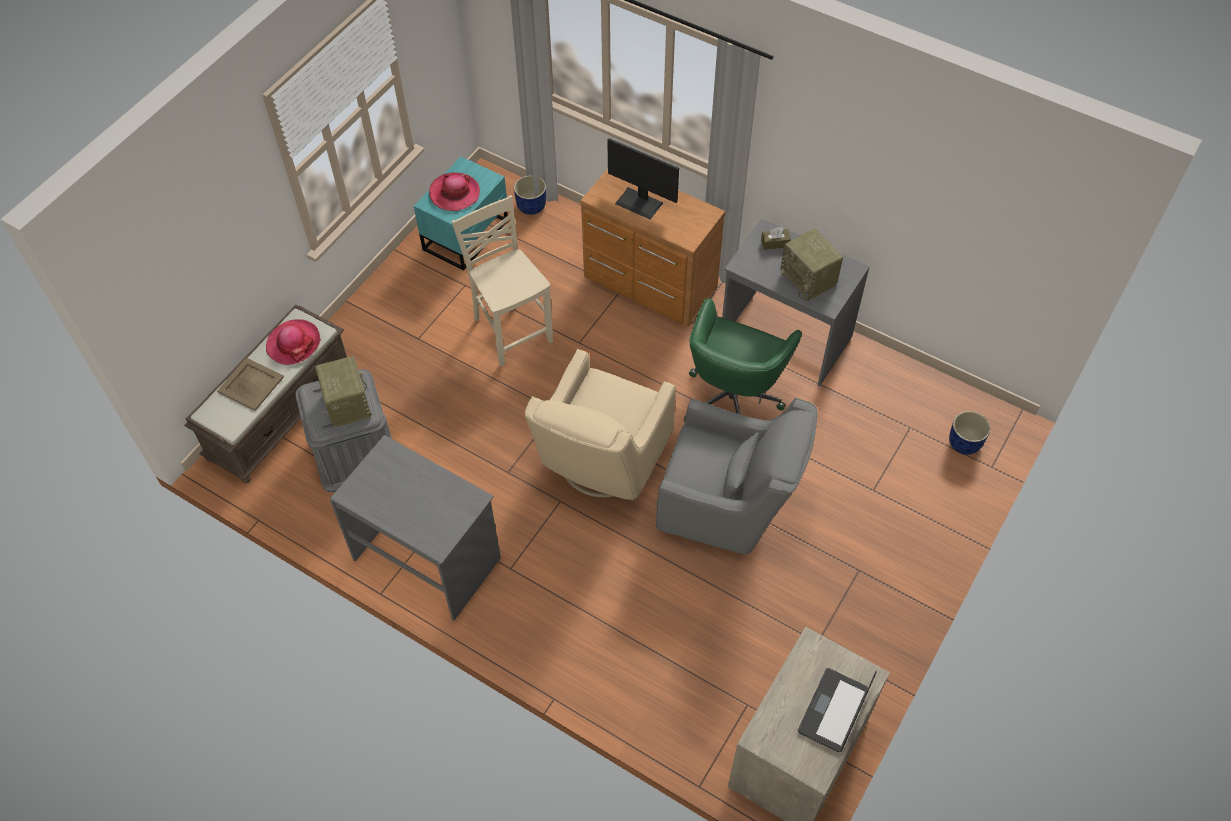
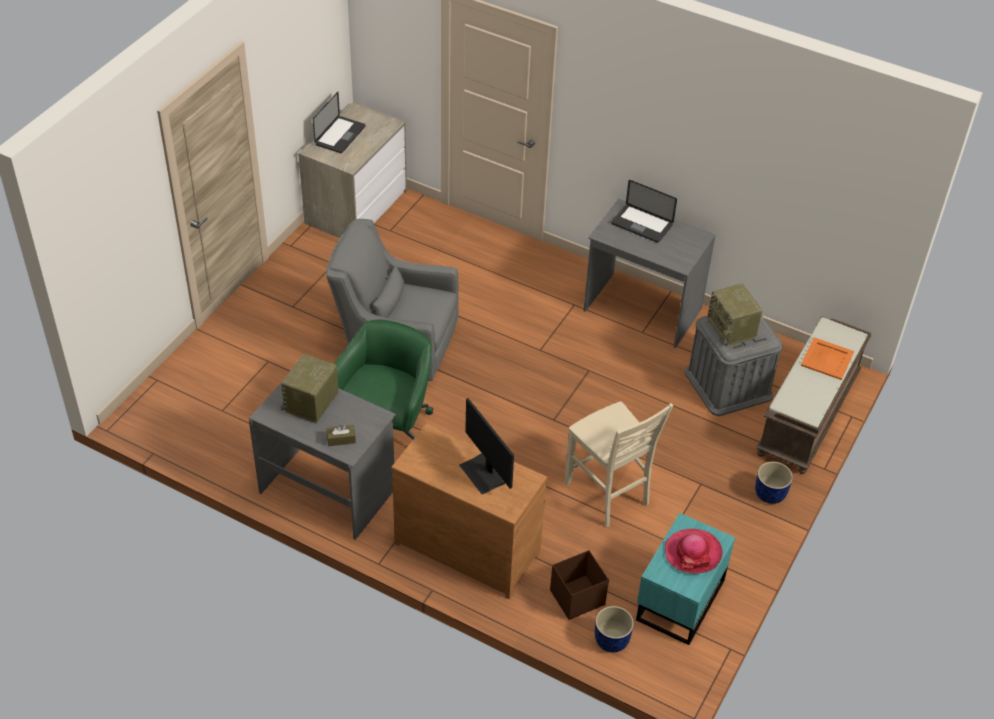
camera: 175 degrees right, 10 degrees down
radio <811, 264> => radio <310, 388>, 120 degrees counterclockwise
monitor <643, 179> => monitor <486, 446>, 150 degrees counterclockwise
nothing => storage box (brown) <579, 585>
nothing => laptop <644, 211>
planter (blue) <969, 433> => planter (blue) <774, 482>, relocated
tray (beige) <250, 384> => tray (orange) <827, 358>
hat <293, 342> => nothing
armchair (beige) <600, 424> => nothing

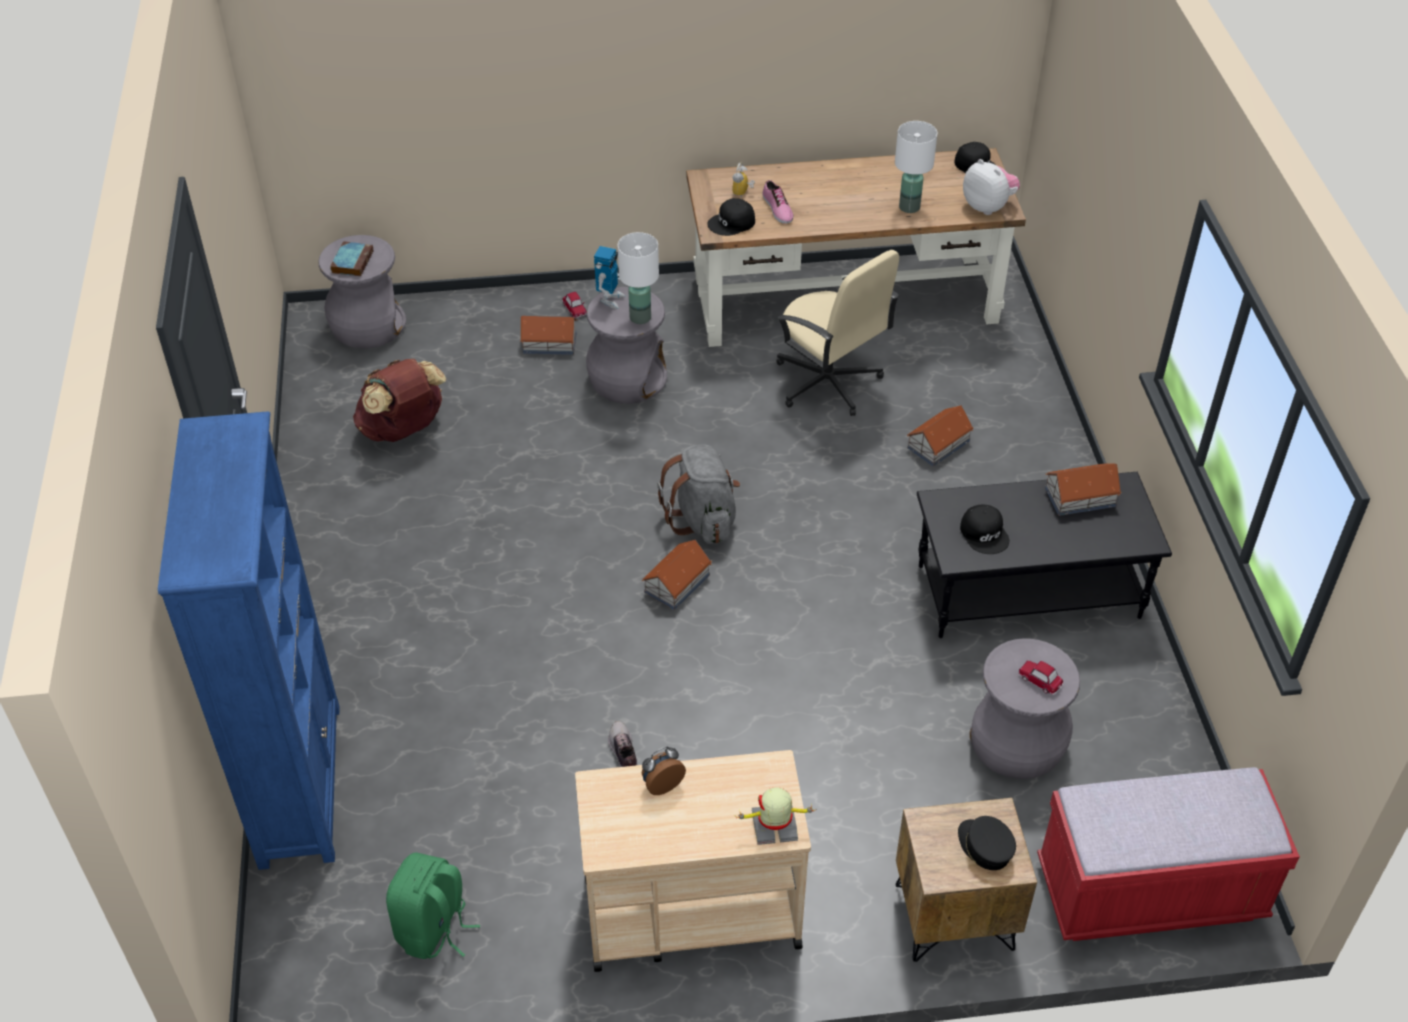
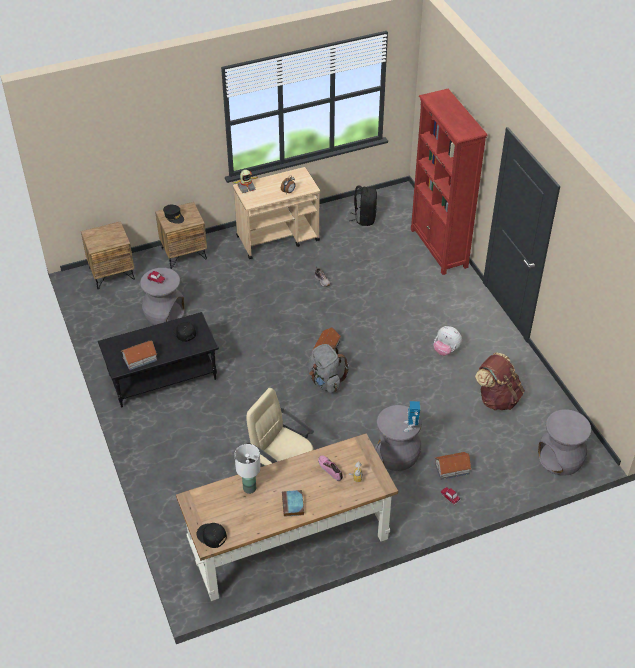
camera: 165 degrees right, 0 degrees up
bench (red) <1168, 854> => nightstand (brown) <108, 255>
book <351, 258> => book <293, 503>, relocated
backpack (green) <433, 905> => backpack (black) <363, 205>
bookcase (blue) <249, 641> => bookcase (red) <449, 182>
plush toy <991, 187> => plush toy <447, 341>, relocated
table lamp (white) <638, 278> => nothing
cap (black) <731, 217> => nothing
toy house <940, 435> => nothing

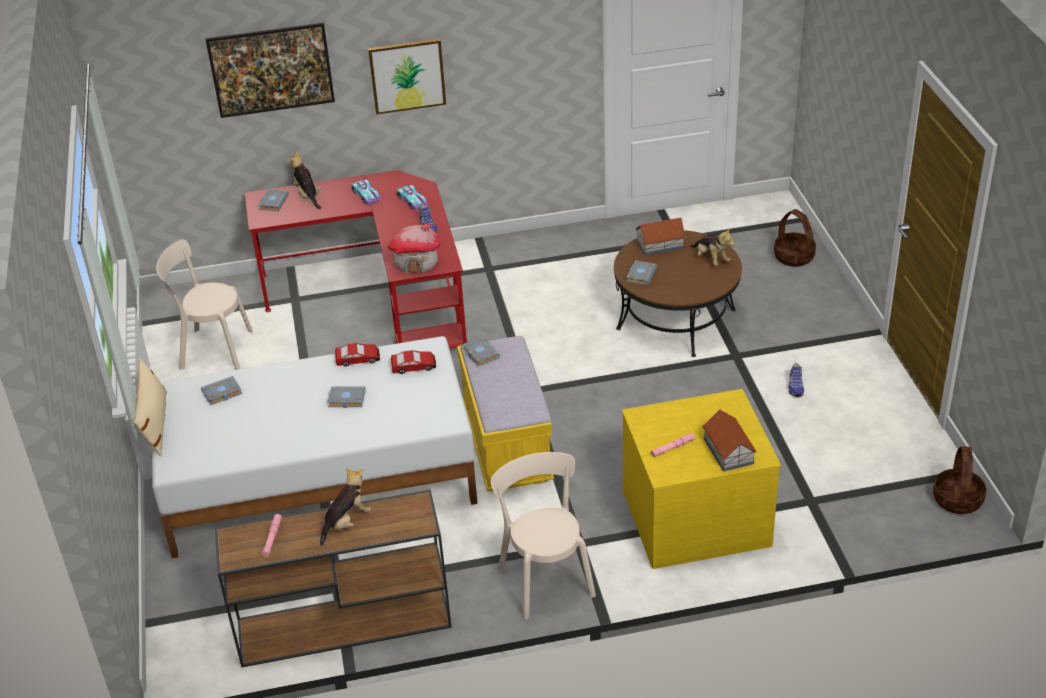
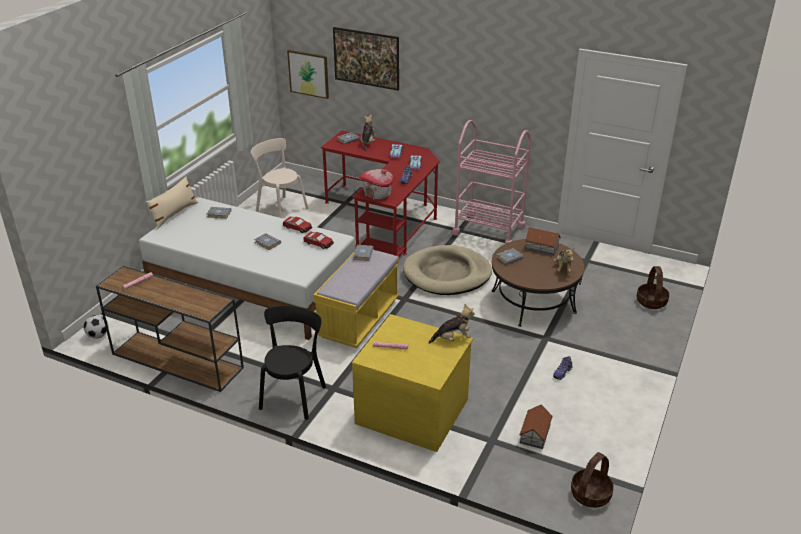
camera: 35 degrees right, 5 degrees down
nothing => football <96, 327>
chair (beige) <543, 535> => chair (black) <292, 363>
picture <407, 76> => picture <308, 74>, relocated
nothing => dog bed (beige) <447, 270>
plush toy <345, 507> => plush toy <451, 324>, relocated
nothing => cart (pink) <491, 182>
toy house <730, 441> => toy house <536, 426>, relocated

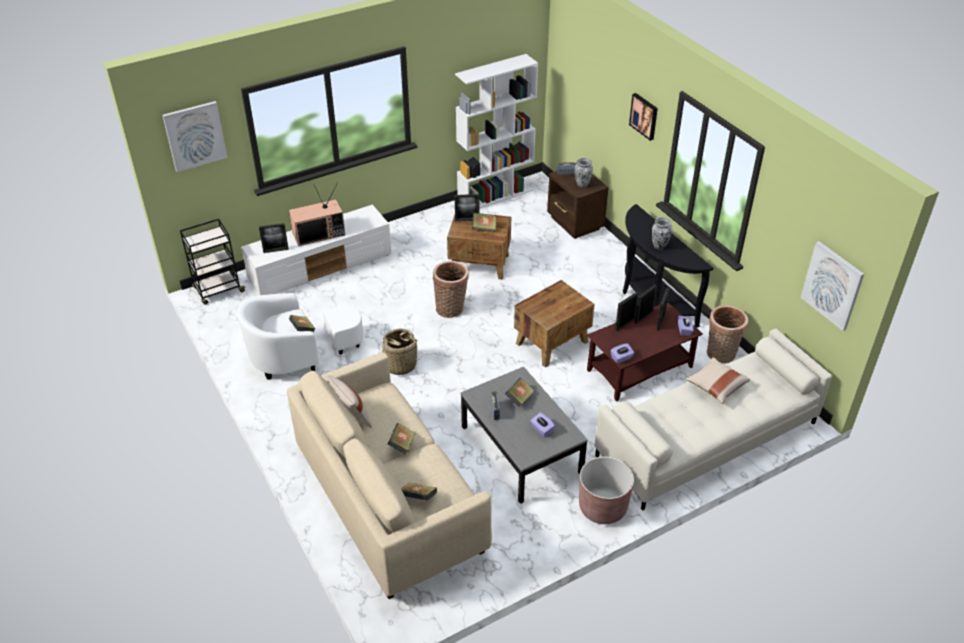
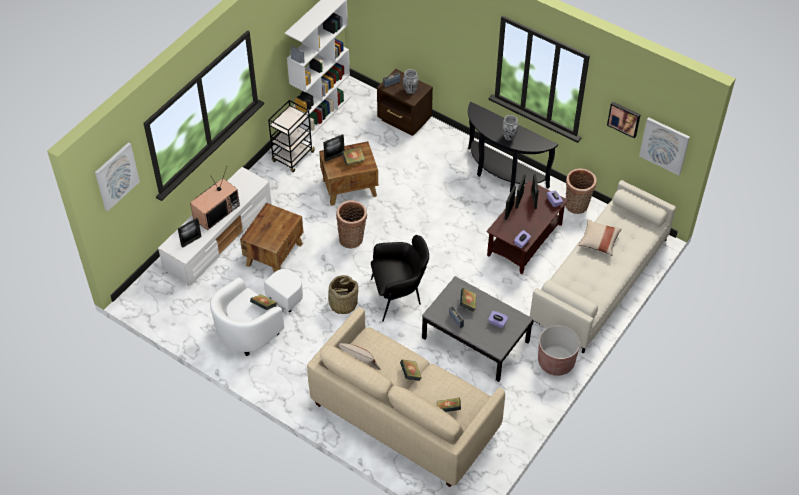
camera: 25 degrees left, 10 degrees up
side table (brown) <554, 324> => side table (brown) <271, 238>, relocated
cart (black) <213, 262> => cart (black) <292, 136>, relocated
nothing => armchair (black) <400, 278>
picture <643, 117> => picture <624, 120>, relocated

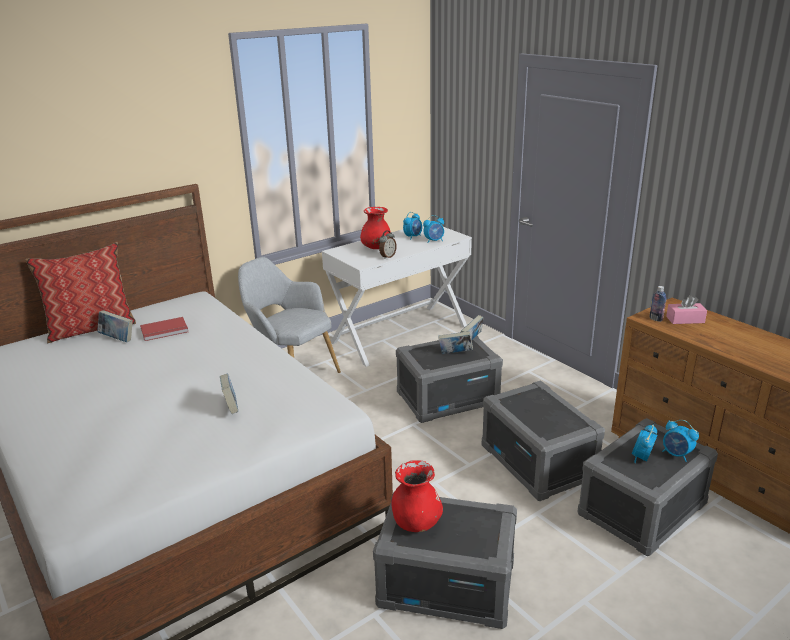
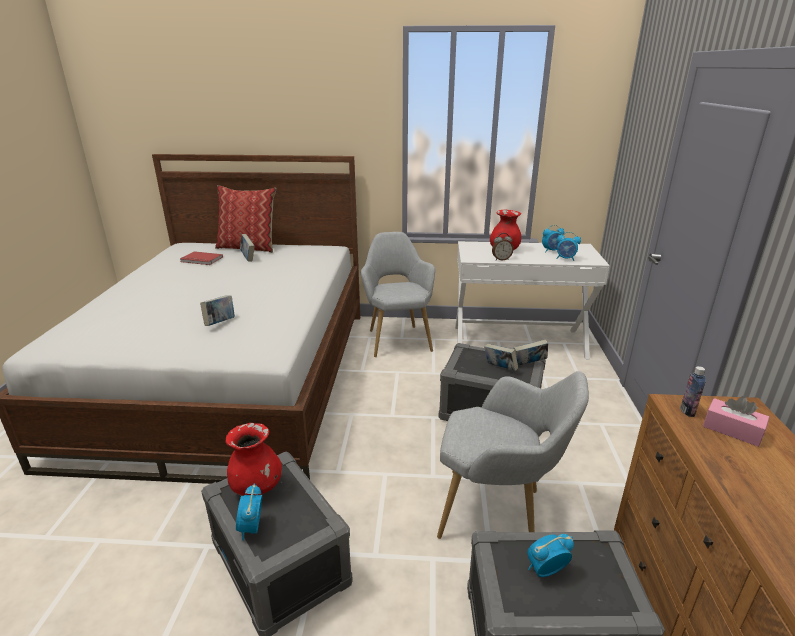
camera: 40 degrees right, 0 degrees up
book (red) <164, 329> => book (red) <201, 258>, relocated
alarm clock <680, 441> => alarm clock <249, 512>, relocated
storage box (grey) <543, 440> => armchair (grey) <513, 455>

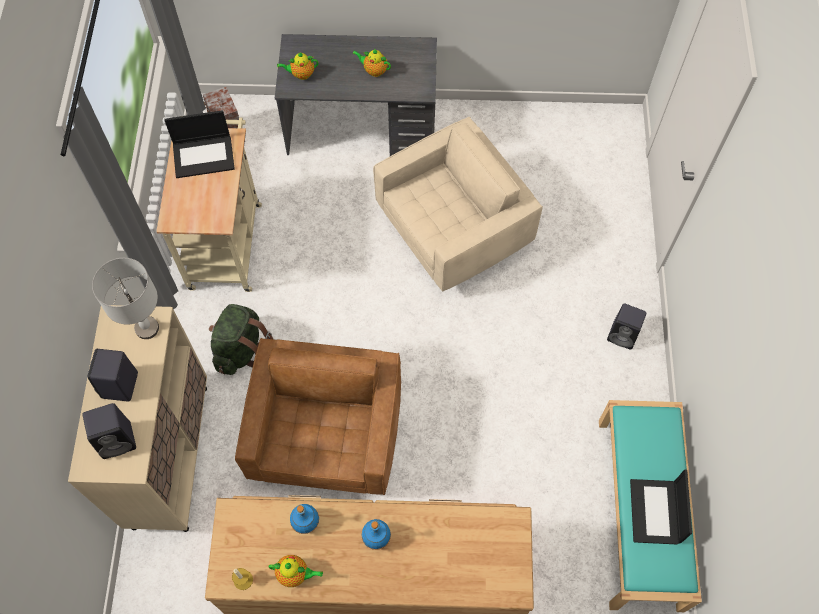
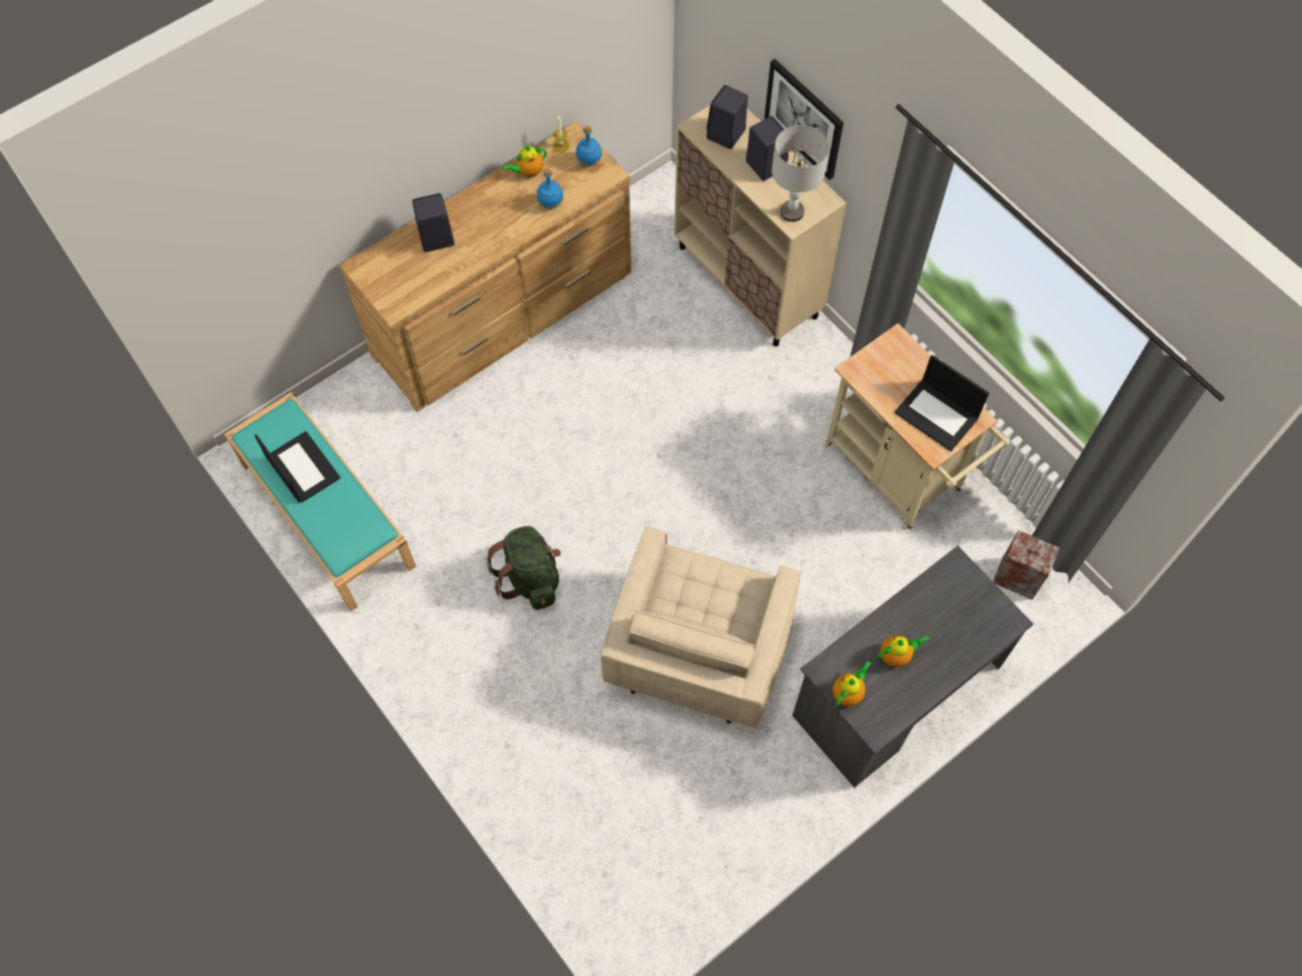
camera: 140 degrees right, 0 degrees up
speaker (black) <627, 326> => speaker (black) <433, 222>, relocated
backpack (green) <241, 339> => backpack (green) <523, 568>, relocated
bottle (blue) <376, 534> => bottle (blue) <589, 146>, relocated
nothing => picture <804, 119>
teapot <297, 66> => teapot <852, 683>, relocated
laptop <199, 144> => laptop <941, 403>, 90 degrees counterclockwise
armchair (brown) <318, 416> => nothing

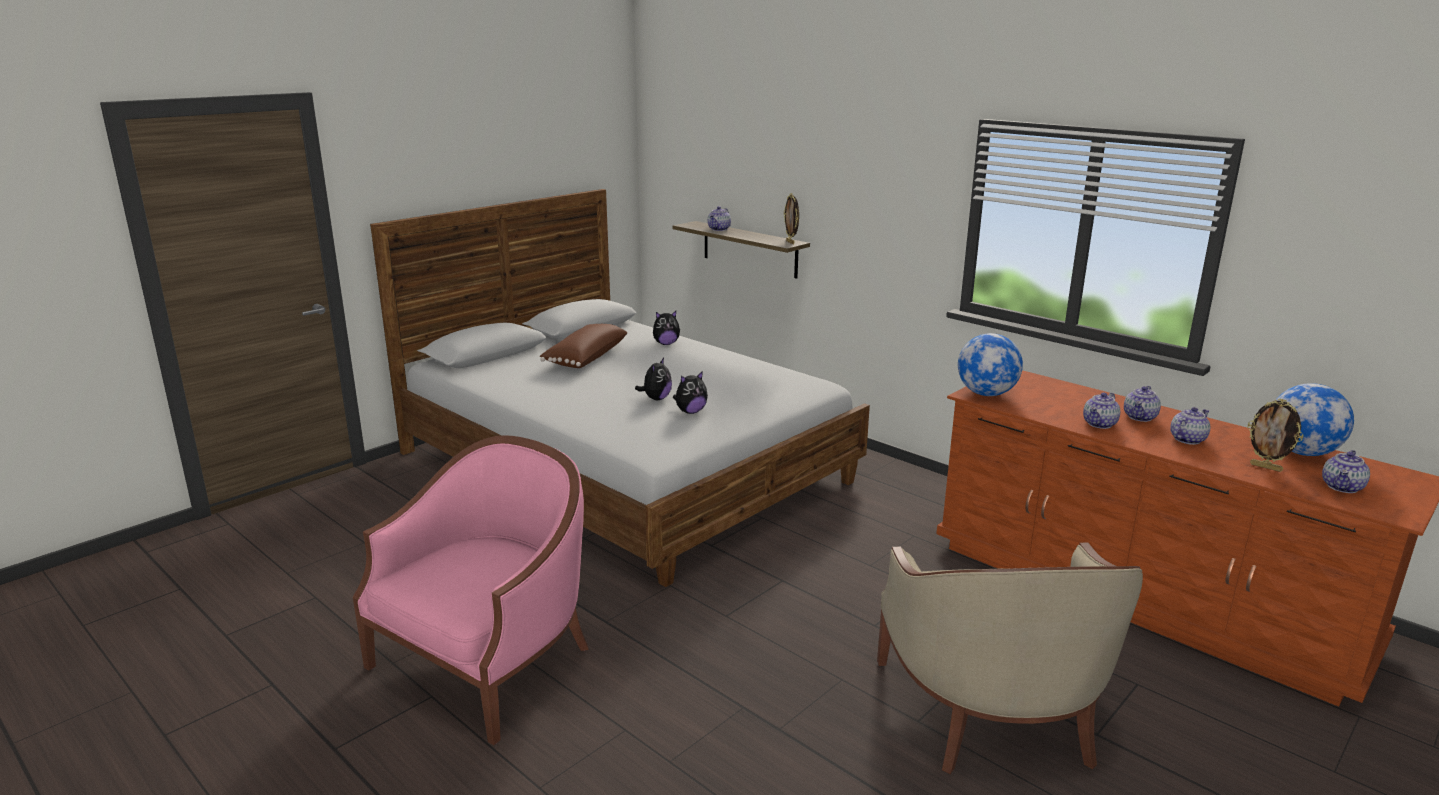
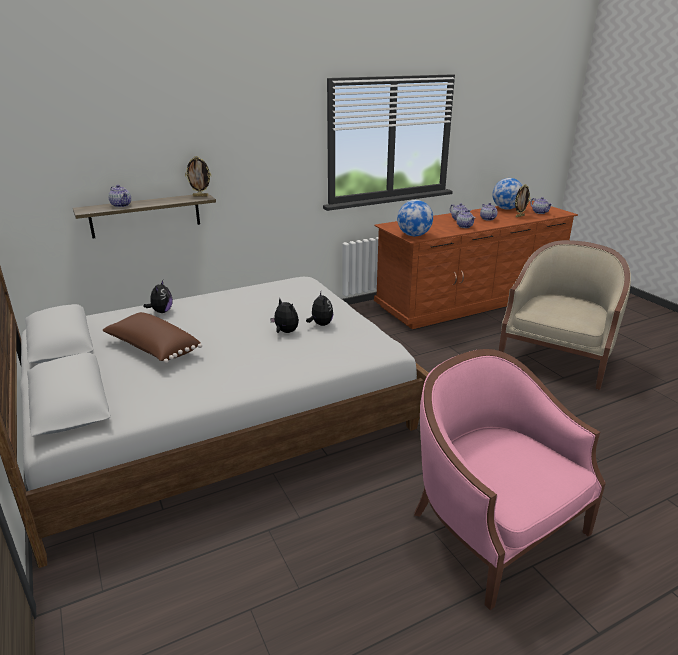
camera: 70 degrees left, 5 degrees up
armchair (beige) <1010, 658> => armchair (beige) <565, 315>, 75 degrees counterclockwise

